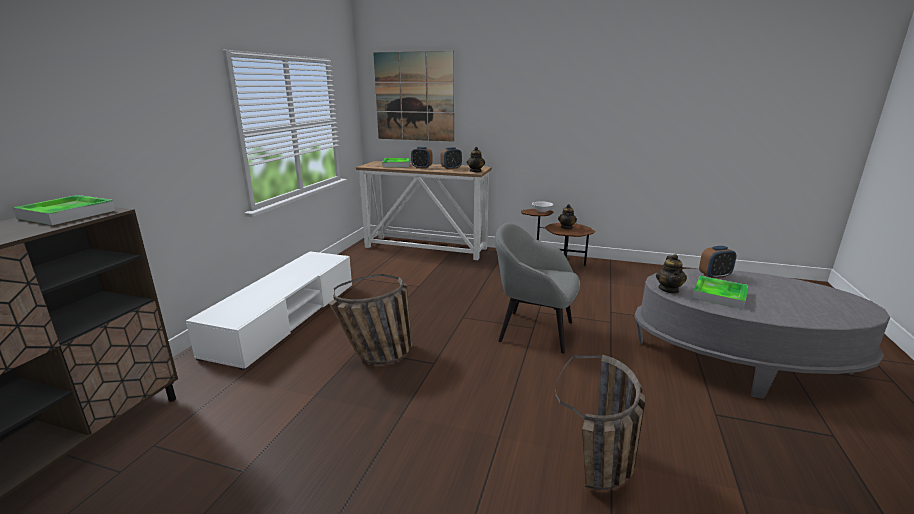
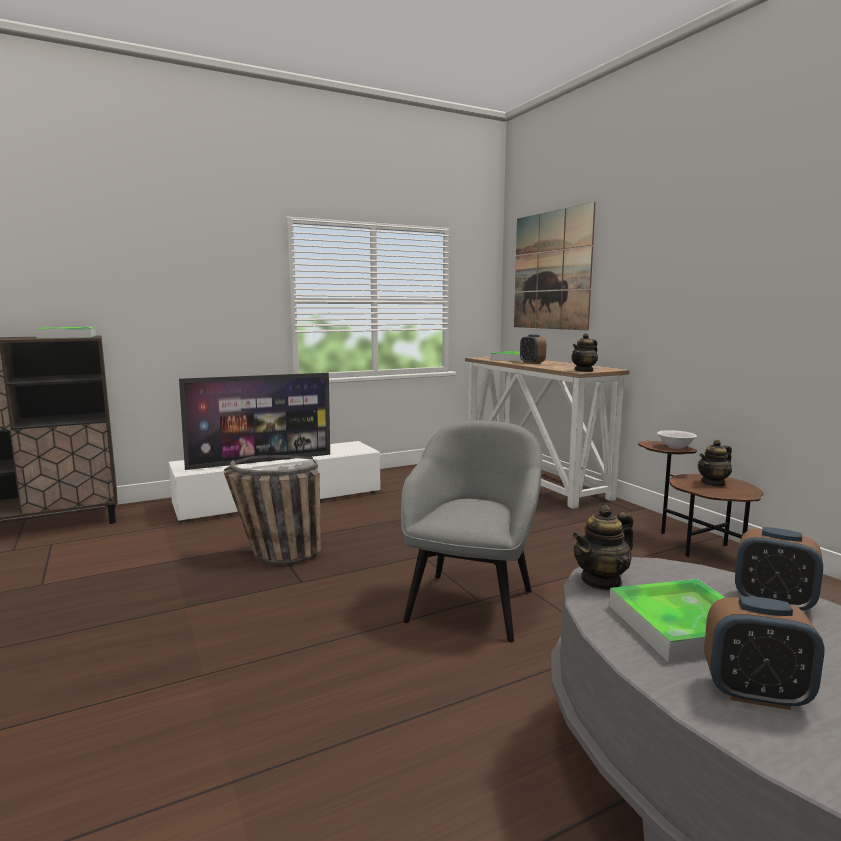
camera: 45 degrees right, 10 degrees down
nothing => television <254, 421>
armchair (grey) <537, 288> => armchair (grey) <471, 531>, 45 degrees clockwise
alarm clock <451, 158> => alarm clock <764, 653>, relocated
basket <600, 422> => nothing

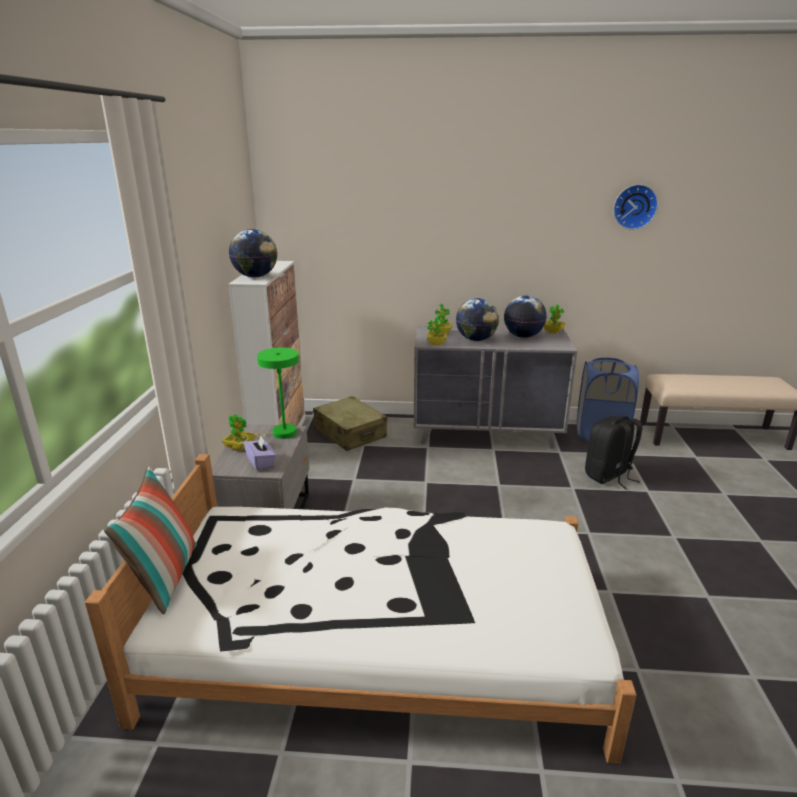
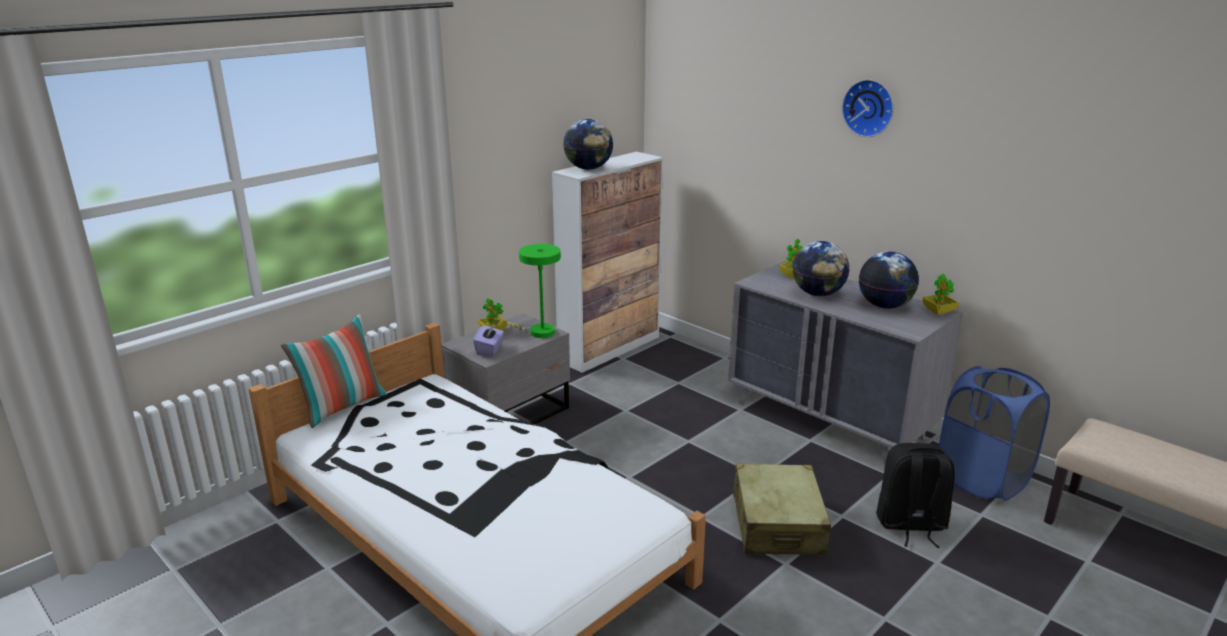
camera: 40 degrees right, 0 degrees up
suitcase (beige) <350, 423> => suitcase (beige) <782, 509>, relocated
wall clock <635, 207> => wall clock <868, 108>, relocated
potted plant <437, 329> => nothing

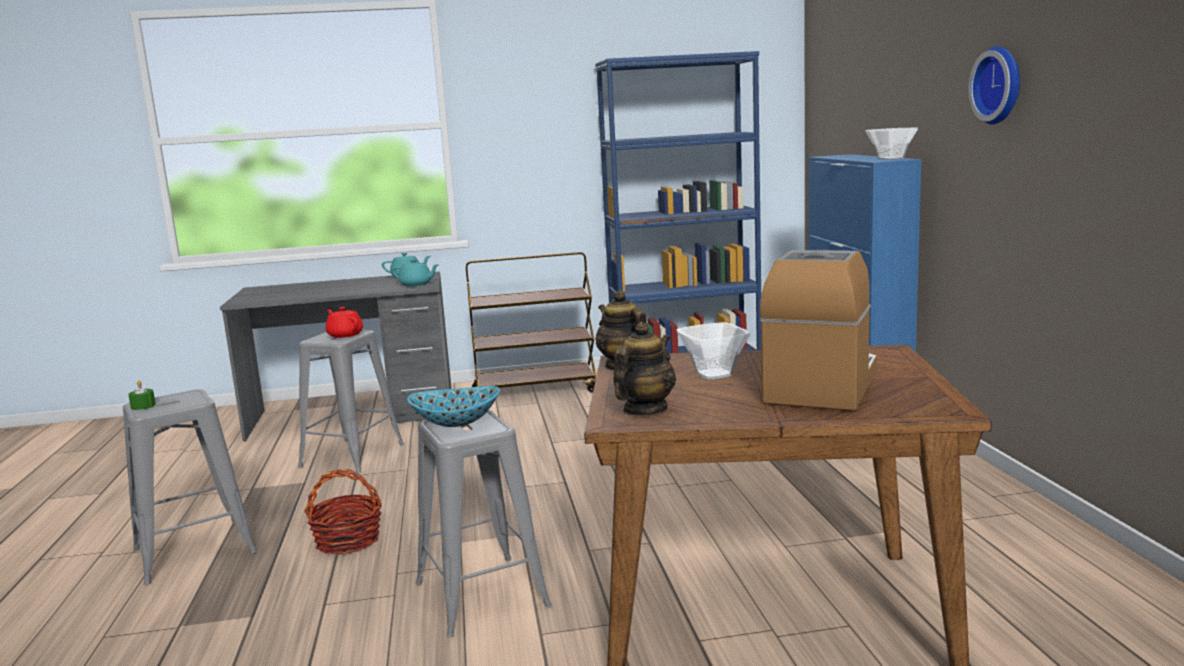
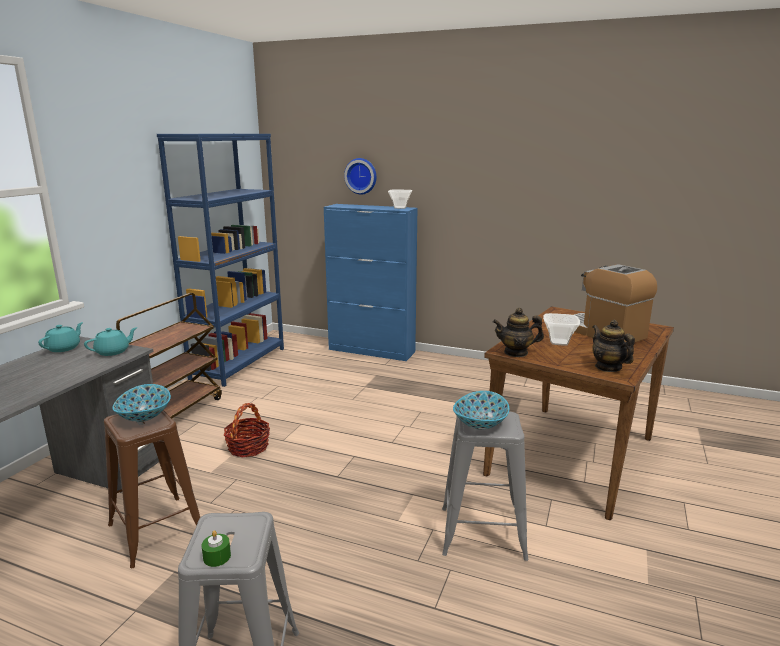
camera: 60 degrees left, 5 degrees up
stool (grey) <351, 402> => stool (brown) <152, 489>
teapot (red) <344, 322> => bowl <142, 403>
basket <343, 511> => basket <247, 430>, relocated
wall clock <994, 85> => wall clock <360, 176>, relocated

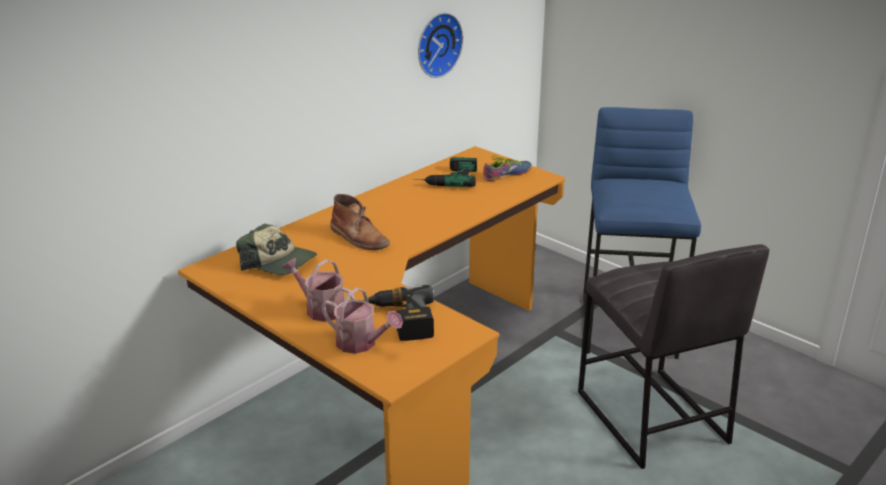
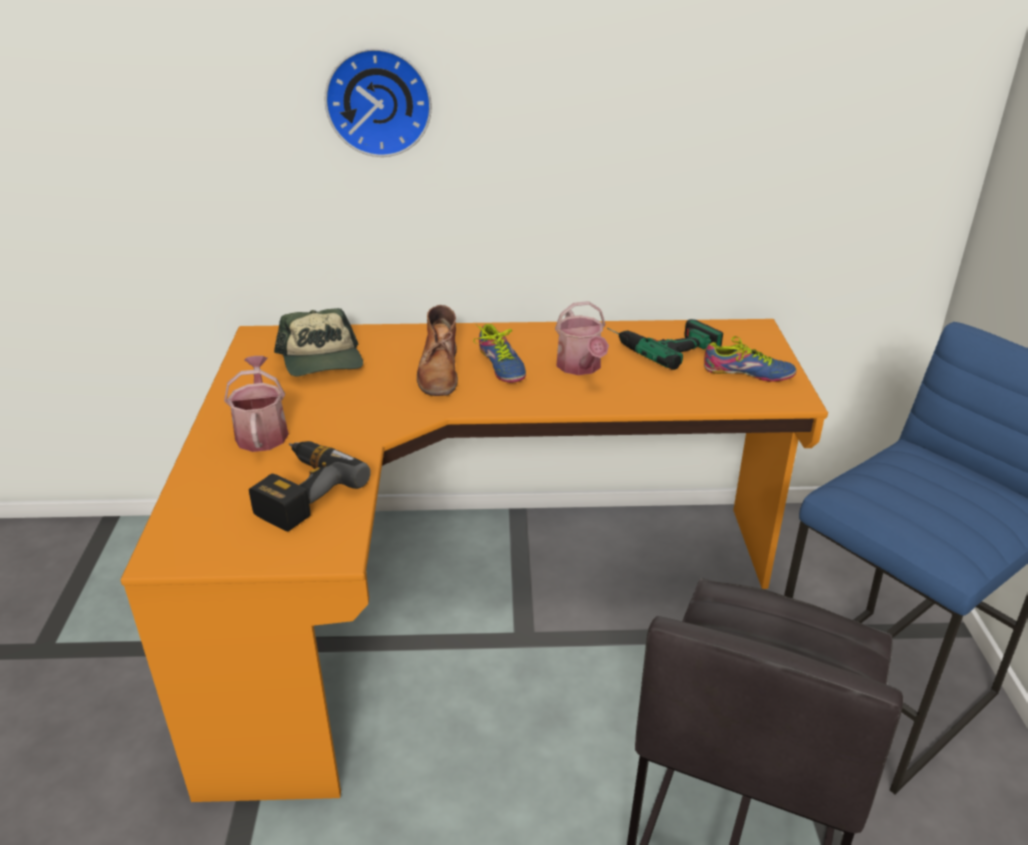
camera: 45 degrees right, 5 degrees up
wall clock <440, 45> => wall clock <378, 102>, relocated
nothing => shoe <499, 353>
watering can <362, 321> => watering can <582, 338>, relocated

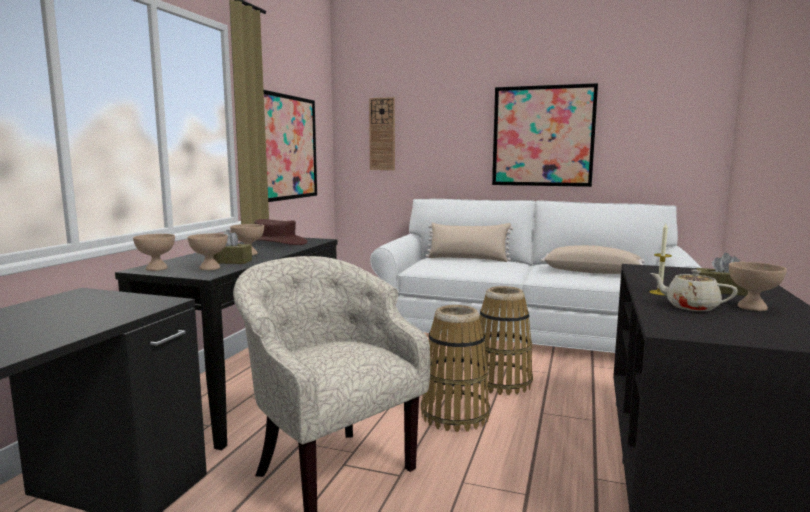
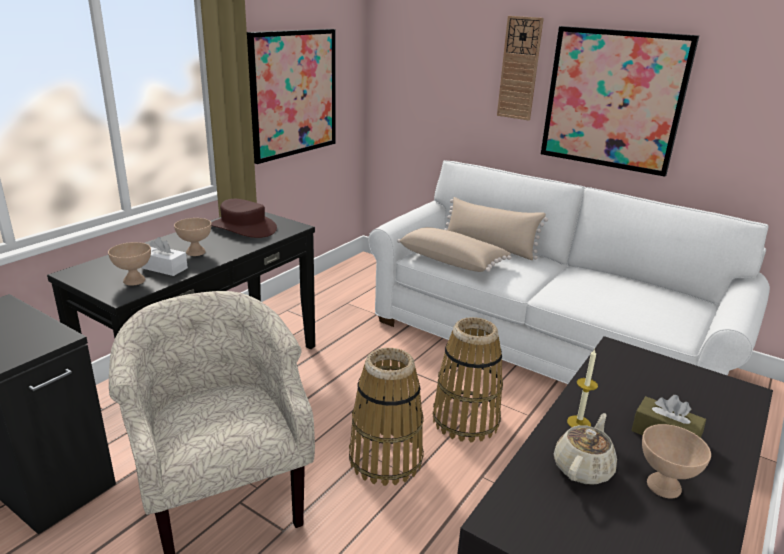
camera: 15 degrees right, 15 degrees up
tissue box (brown) <232, 247> => tissue box (white) <165, 256>
pillow (beige) <593, 259> => pillow (beige) <454, 249>, relocated
wall clock <382, 133> => wall clock <520, 68>, relocated
teapot (beige) <694, 290> => teapot (beige) <585, 449>, 75 degrees clockwise
bowl (beige) <154, 252> => nothing

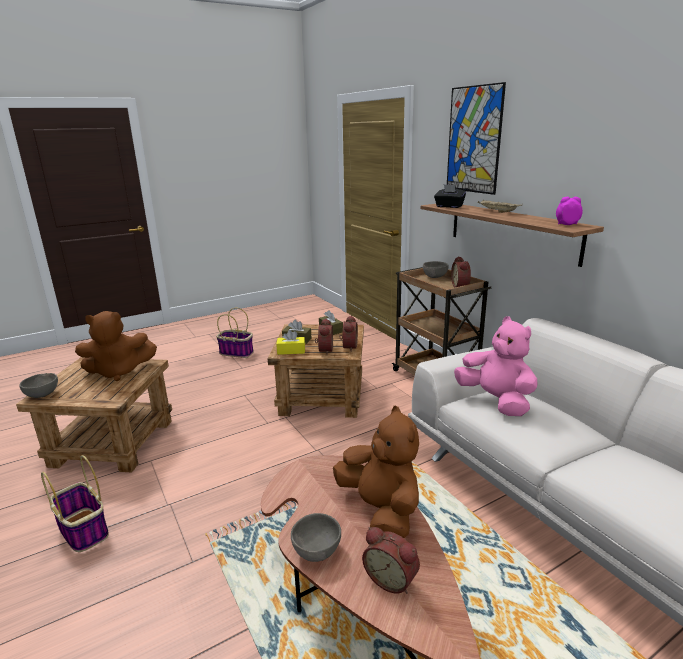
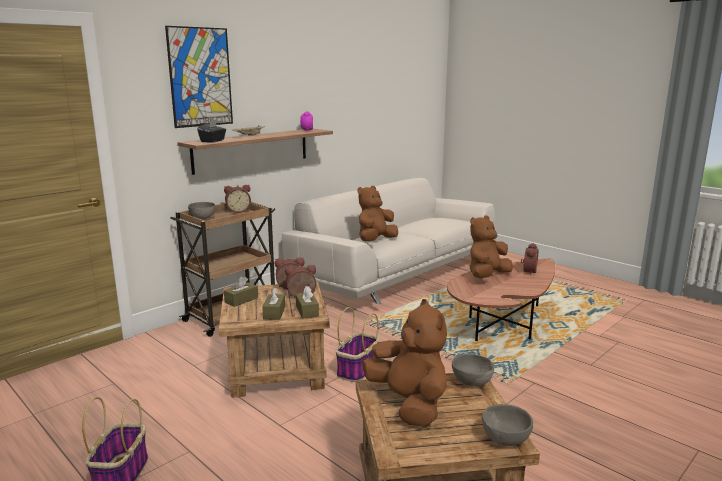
camera: 105 degrees left, 5 degrees down
tissue box (yellow) <290, 342> => tissue box (brown) <307, 302>
basket <75, 503> => basket <357, 344>, relocated
plush toy (pink) <496, 366> => plush toy (brown) <378, 214>
bowl (grey) <316, 537> => bowl (grey) <473, 370>, relocated

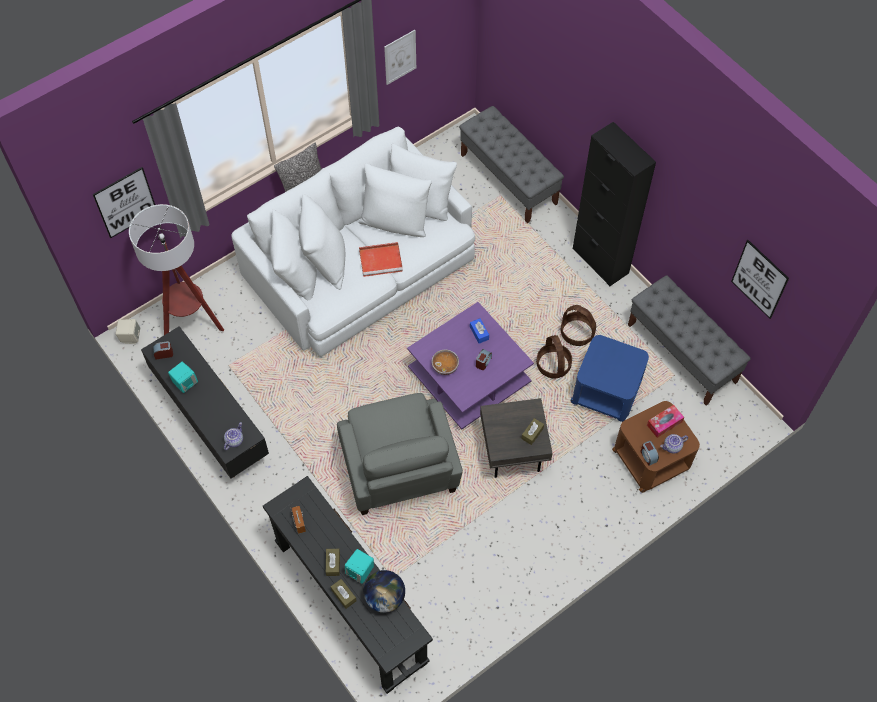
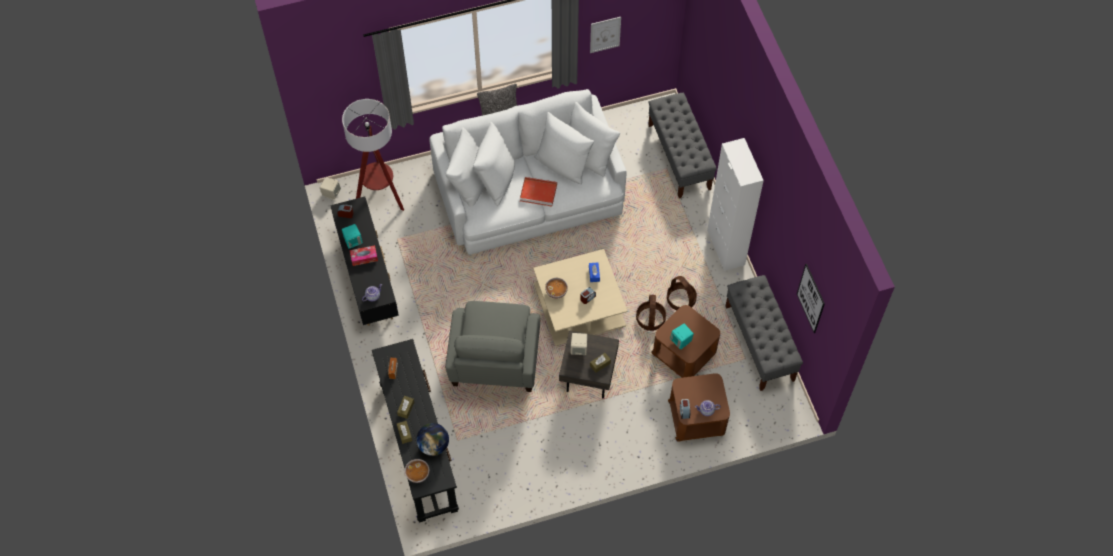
camera: 20 degrees right, 0 degrees up
tissue box <665, 421> => tissue box <364, 255>, relocated
nothing => bowl <417, 471>
coffee table (purple) <470, 365> => coffee table (beige) <580, 297>
nothing => speaker (beige) <579, 344>
side table (blue) <609, 378> => side table (brown) <685, 341>
speaker (turquoise) <359, 566> => speaker (turquoise) <682, 336>, relocated
cabinet (black) <614, 204> => cabinet (white) <735, 204>
picture <124, 202> => nothing

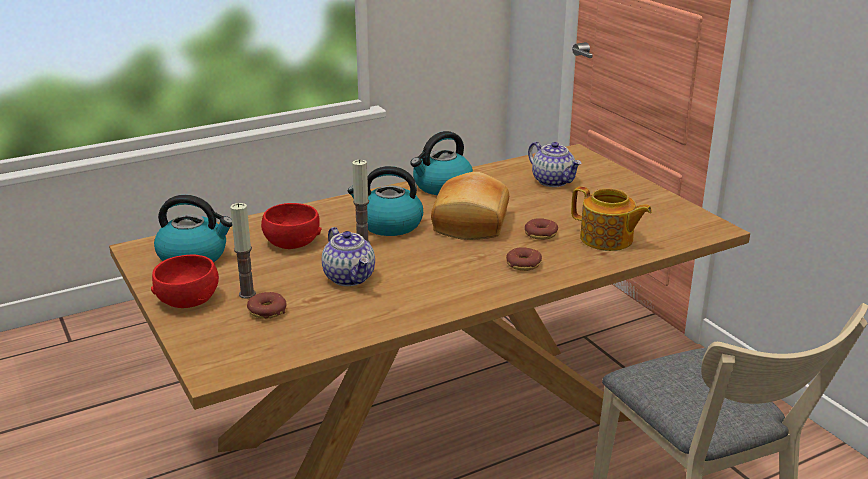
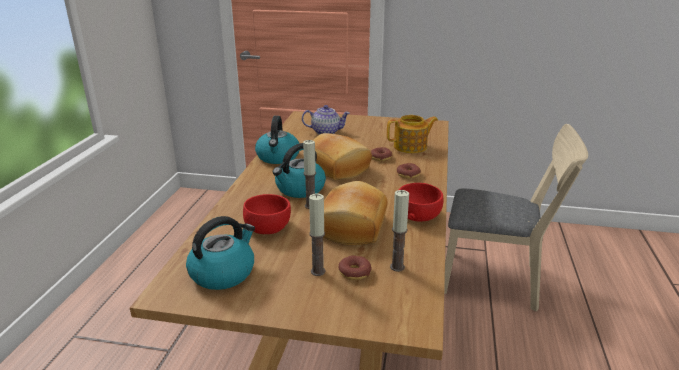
camera: 50 degrees left, 0 degrees up
teapot <348, 256> => bread <355, 213>
nothing => candle <399, 231>
bowl (red) <185, 281> => bowl (red) <421, 202>, relocated

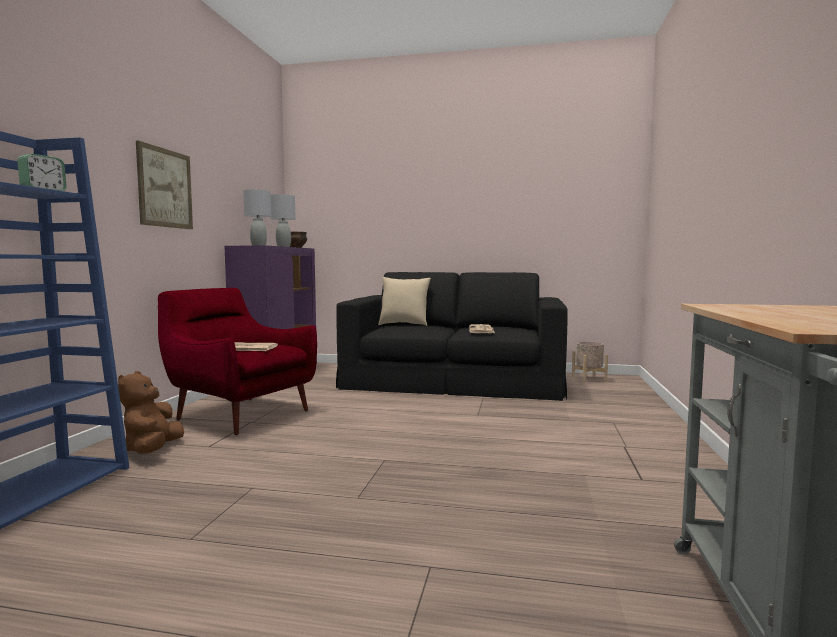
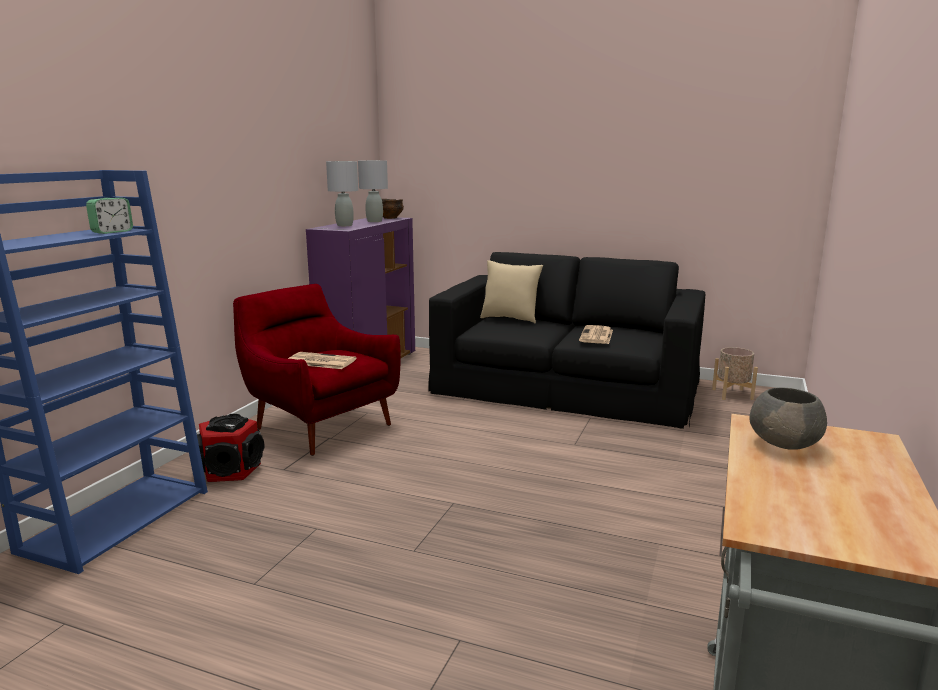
camera: 10 degrees right, 10 degrees up
plush toy (brown) <151, 412> => speaker <230, 448>
nothing => bowl (grey) <788, 419>
picture <164, 185> => nothing

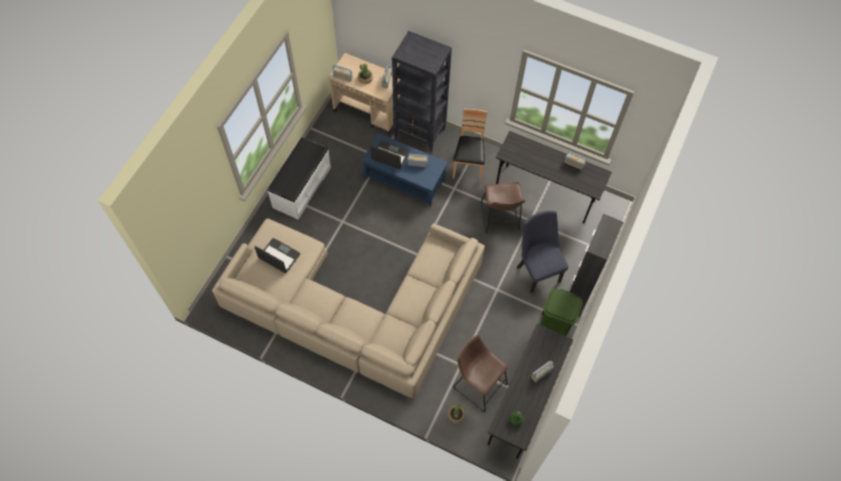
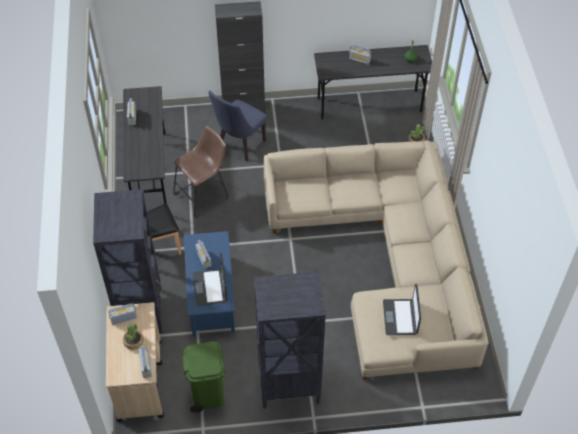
camera: 120 degrees left, 10 degrees down
trash can (green) <561, 312> => trash can (green) <203, 377>, relocated
bench (white) <299, 178> => bookcase (black) <290, 340>
stool (brown) <480, 374> => nothing

